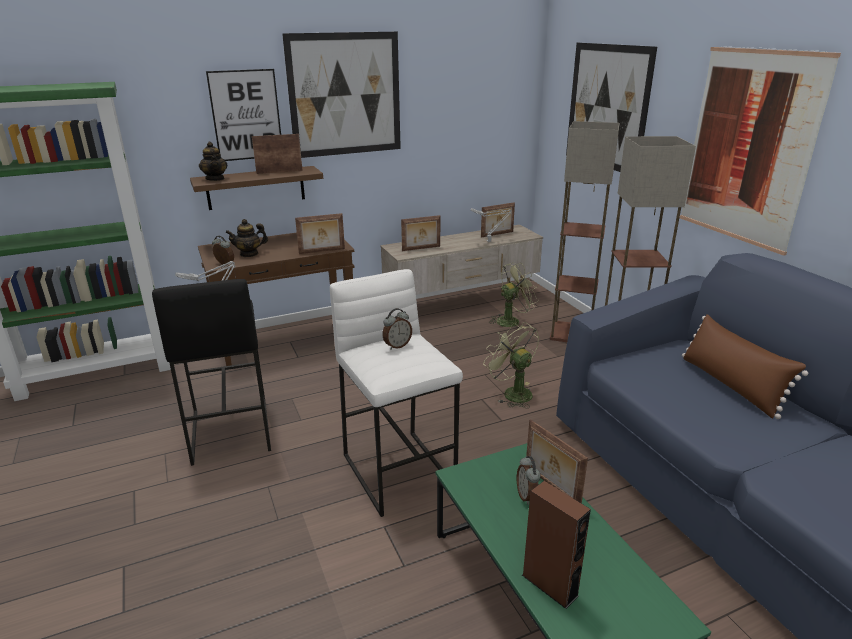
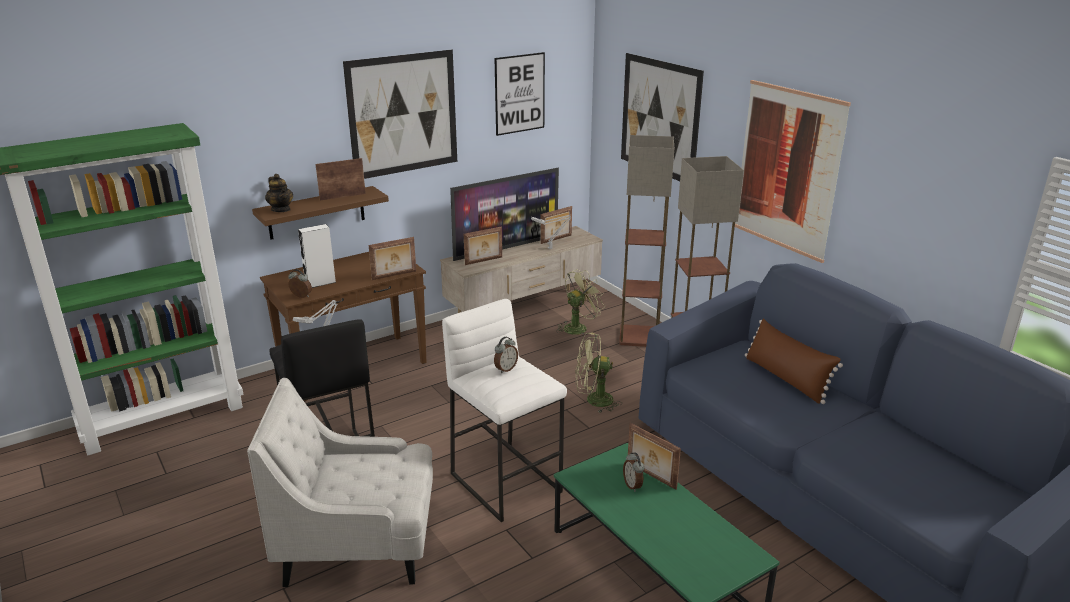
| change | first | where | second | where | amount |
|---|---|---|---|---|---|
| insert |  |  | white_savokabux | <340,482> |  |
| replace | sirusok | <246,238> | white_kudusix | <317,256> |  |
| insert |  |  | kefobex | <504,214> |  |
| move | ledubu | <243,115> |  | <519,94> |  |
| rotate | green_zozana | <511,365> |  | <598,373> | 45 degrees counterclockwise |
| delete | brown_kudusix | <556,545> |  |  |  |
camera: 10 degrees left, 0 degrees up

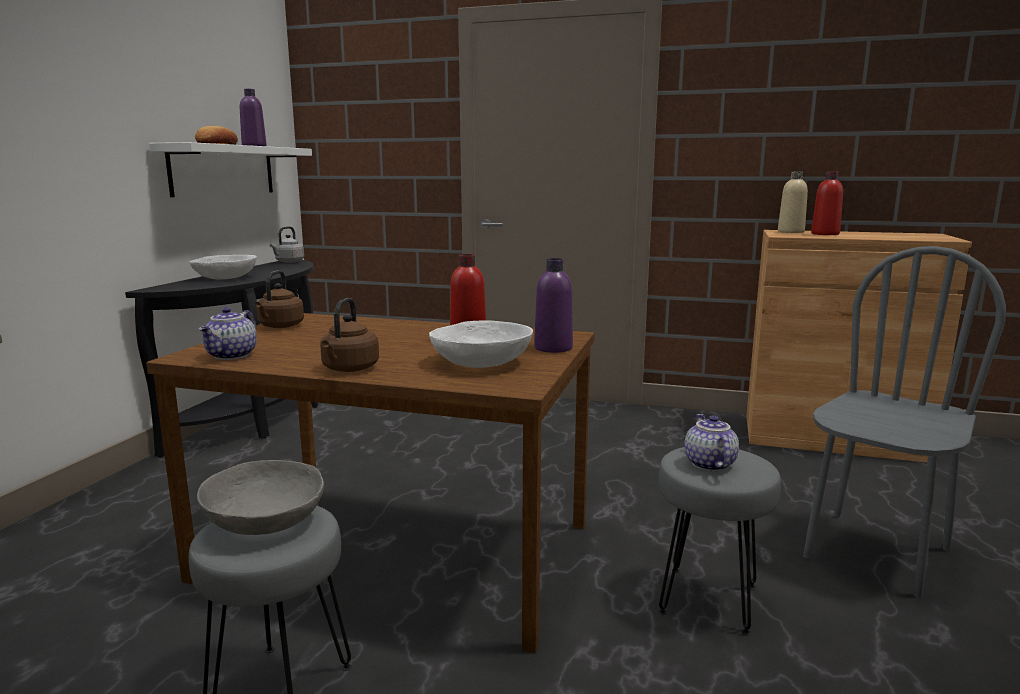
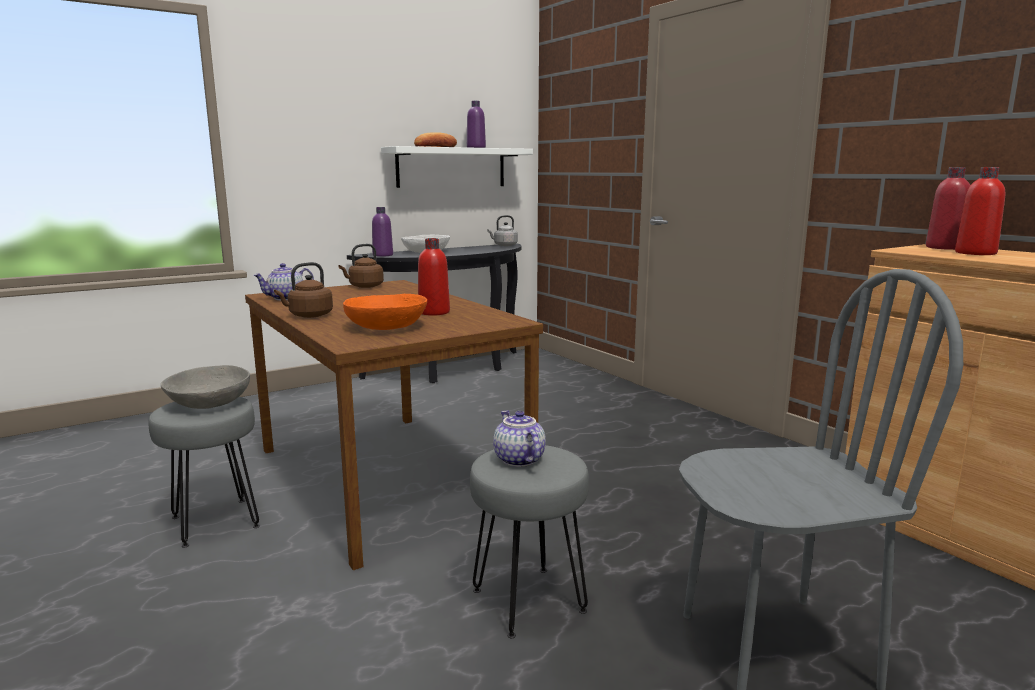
| change | first | where | second | where | amount |
|---|---|---|---|---|---|
| recolor | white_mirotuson | <481,344> | orange_mirotuson | <385,312> |  |
| move | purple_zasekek | <553,305> |  | <382,232> |  |
| rotate | sirusok | <711,442> |  | <519,438> | 60 degrees counterclockwise |
| recolor | beige_zasekek | <793,202> | red_zasekek | <948,208> |  |
camera: 40 degrees right, 0 degrees up

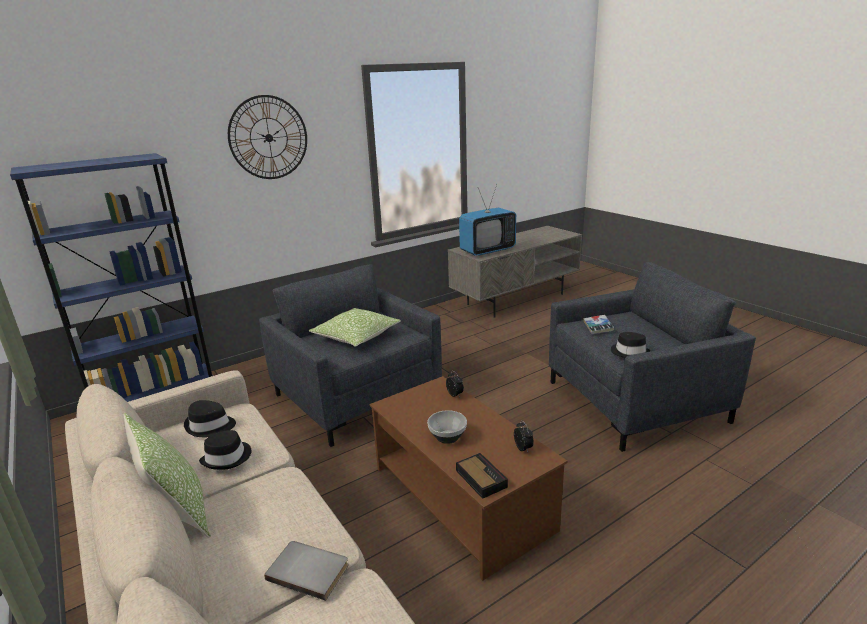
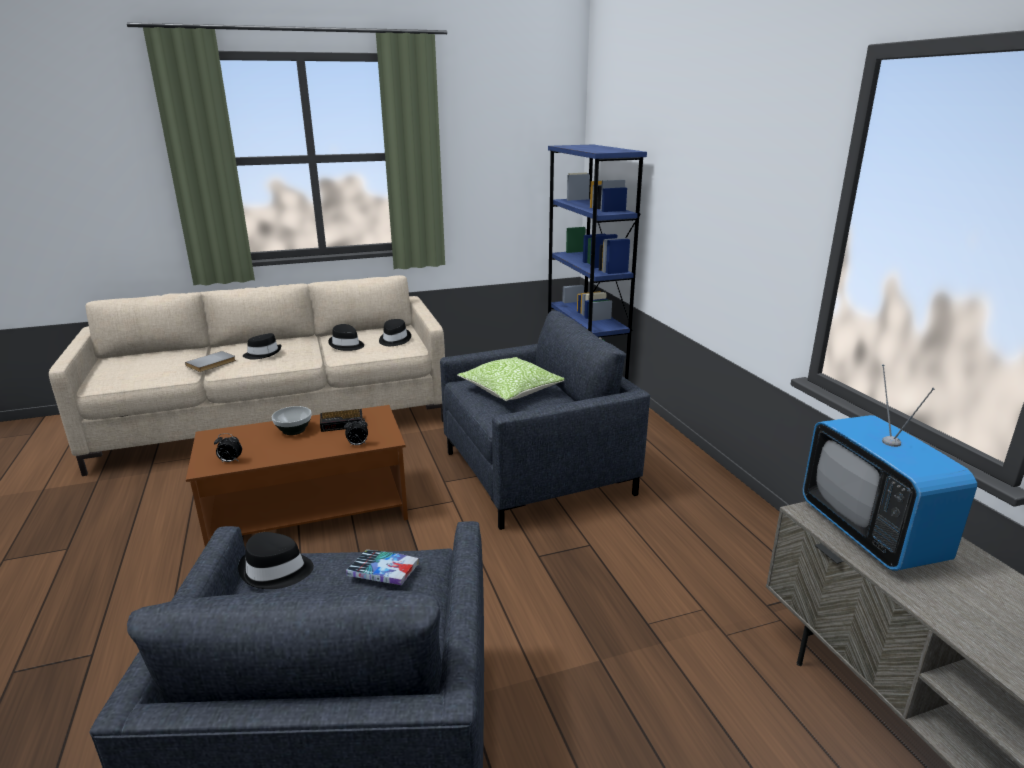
| change | first | where | second | where | amount |
|---|---|---|---|---|---|
| insert |  |  | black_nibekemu | <262,346> |  |
| move | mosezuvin | <482,476> |  | <342,420> |  |
| delete | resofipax | <167,475> |  |  |  |
| delete | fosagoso | <267,137> |  |  |  |
camera: 105 degrees right, 0 degrees up

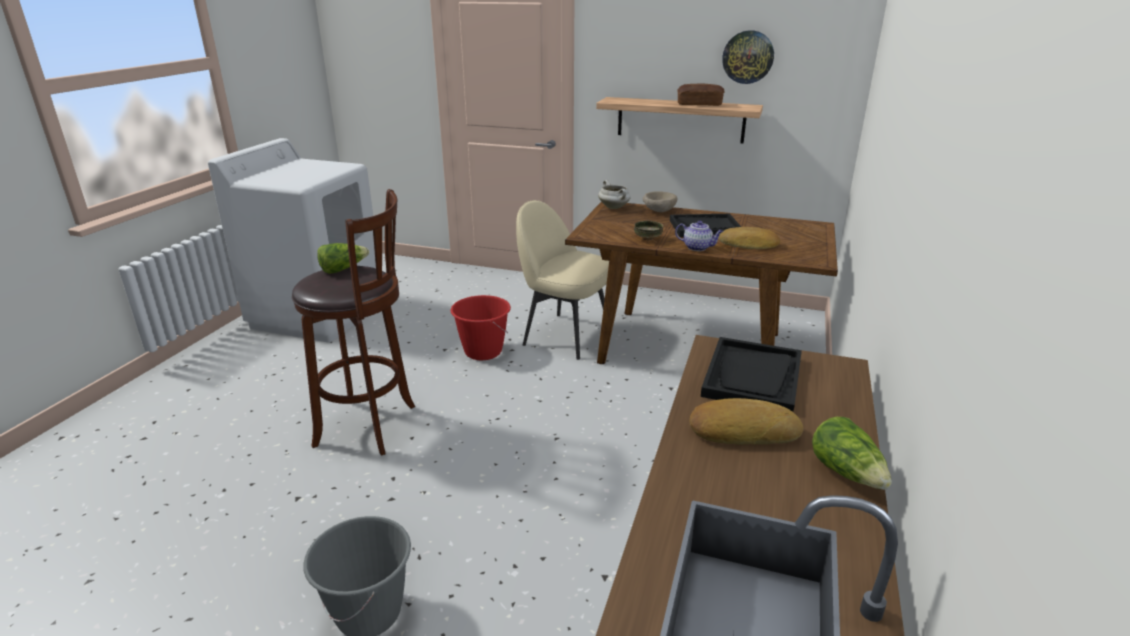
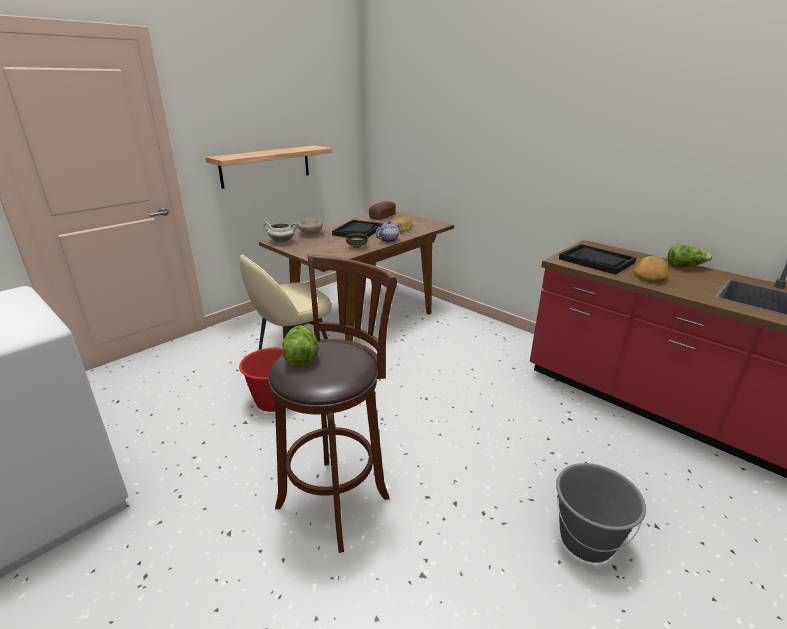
| change | first | where | second | where | amount |
|---|---|---|---|---|---|
| move | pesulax | <701,94> |  | <382,210> |  |
| delete | fosagoso | <748,57> |  |  |  |
camera: 65 degrees left, 0 degrees up

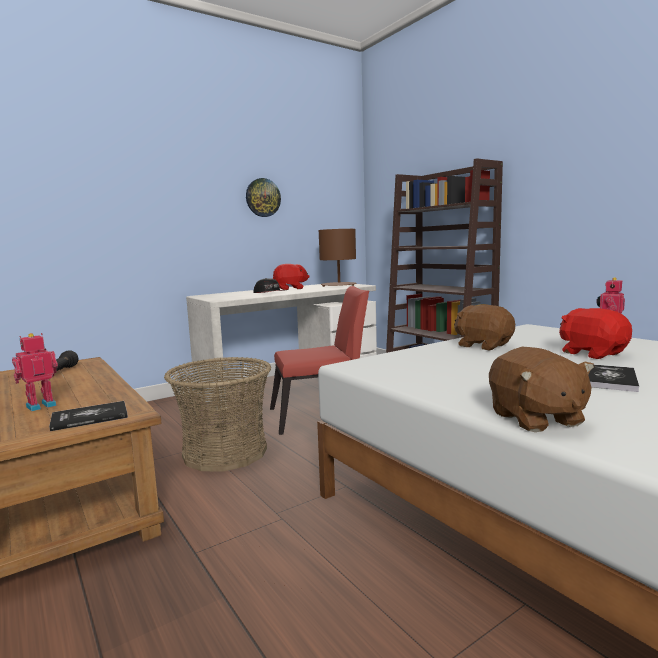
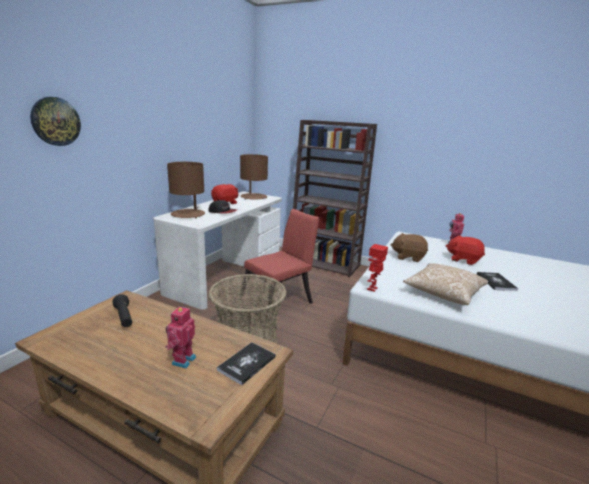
| change | first | where | second | where | amount |
|---|---|---|---|---|---|
| move | fosagoso | <263,197> |  | <55,121> |  |
| insert |  |  | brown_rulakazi | <186,190> |  |
| insert |  |  | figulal | <377,268> |  |
| insert |  |  | resofipax | <445,284> |  |
| delete | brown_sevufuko | <542,389> |  |  |  |
camera: 30 degrees left, 10 degrees up

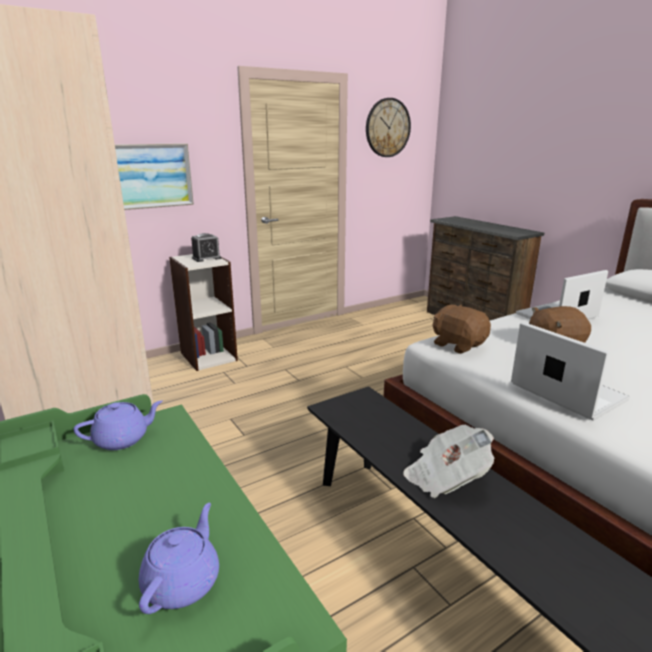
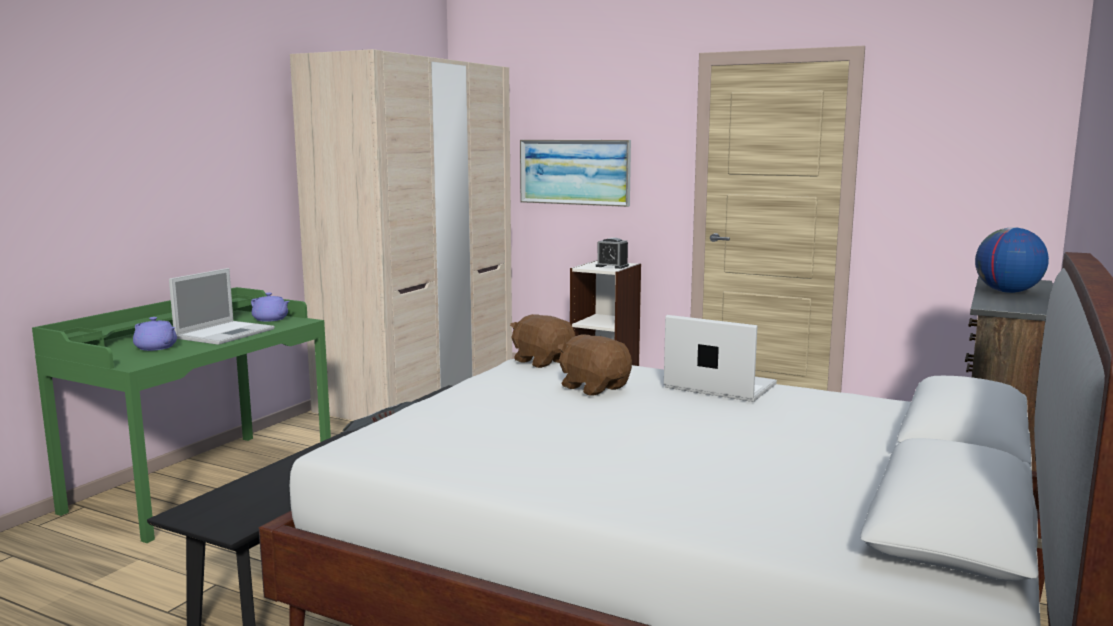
| change | first | where | second | where | amount |
|---|---|---|---|---|---|
| rotate | purple_sirusok | <179,558> |  | <155,334> | 45 degrees clockwise |
| move | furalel | <570,371> |  | <221,306> |  |
| rotate | brown_sevufuko | <462,329> |  | <542,341> | 60 degrees counterclockwise |
| insert |  |  | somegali | <1012,260> |  |
| delete | fosagoso | <388,127> |  |  |  |
camera: 60 degrees right, 10 degrees down

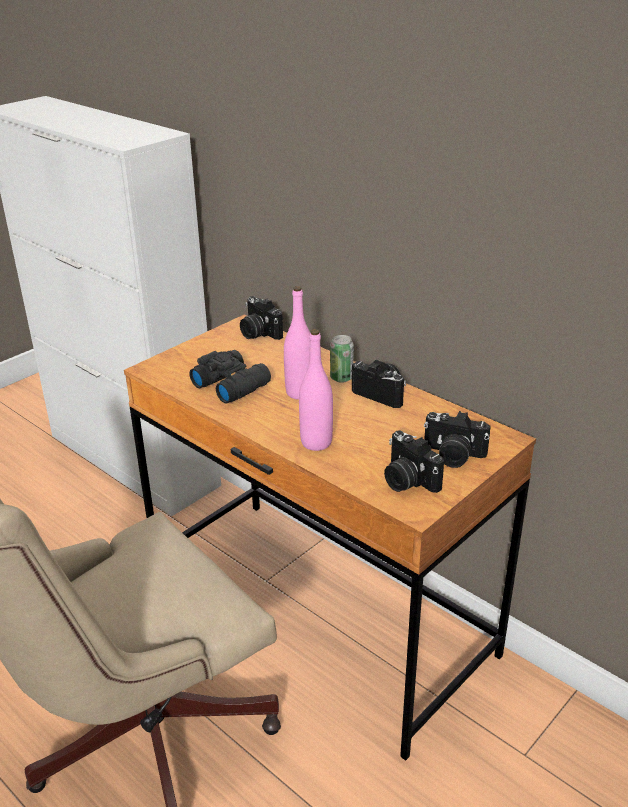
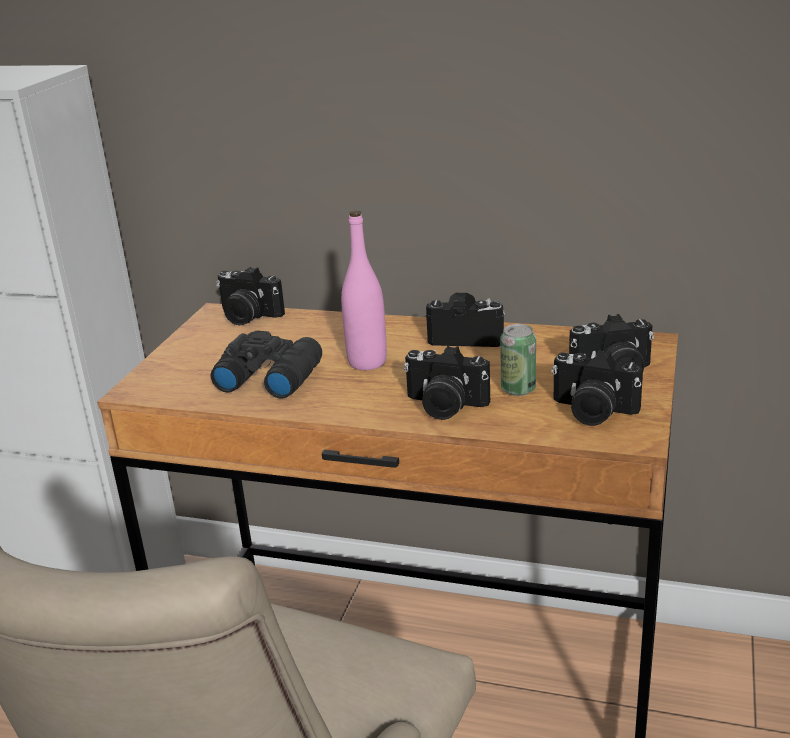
| change | first | where | second | where | amount |
|---|---|---|---|---|---|
| replace | pink_zasekek | <316,390> | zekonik | <446,382> |  |
| move | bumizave | <342,359> |  | <518,360> |  |
camera: 25 degrees left, 5 degrees down

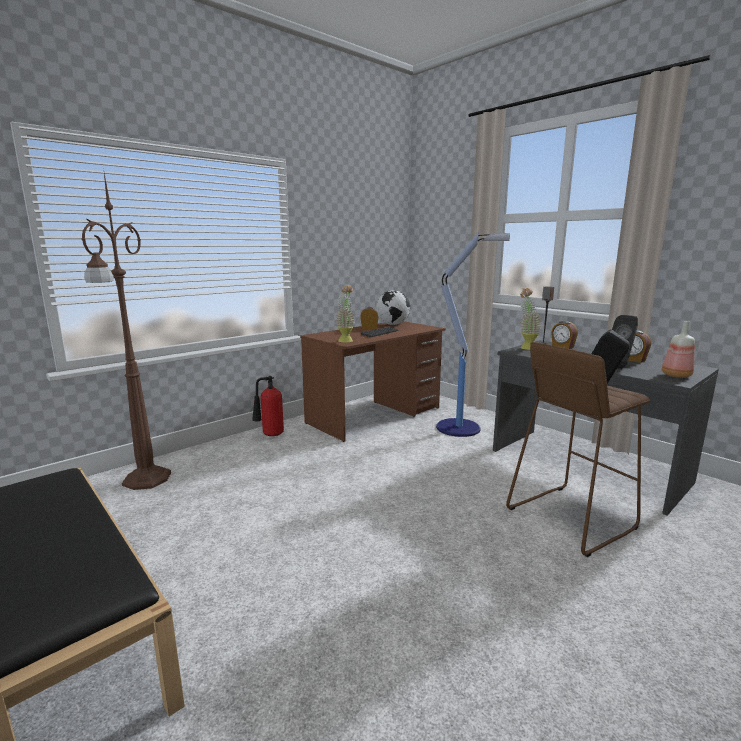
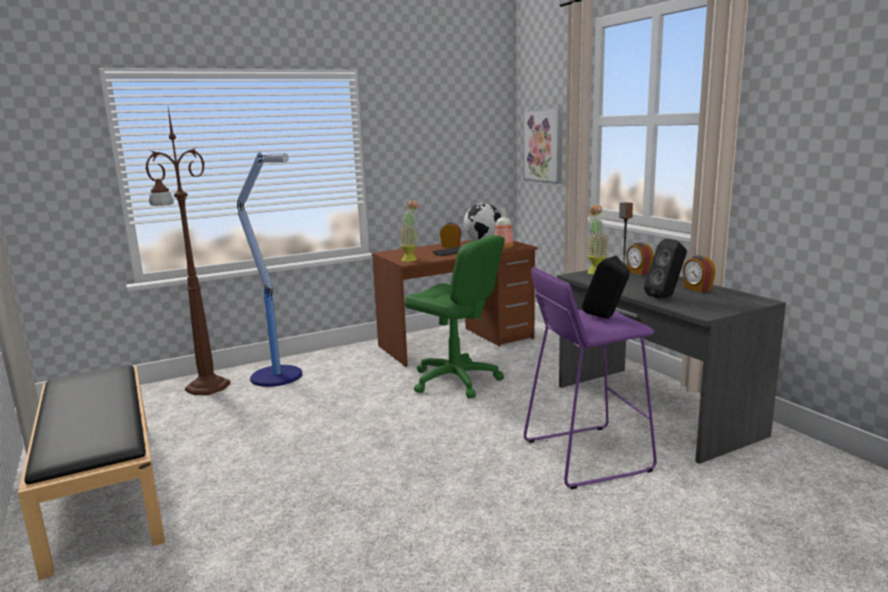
| change | first | where | second | where | amount |
|---|---|---|---|---|---|
| move | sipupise | <473,335> |  | <269,269> |  |
| insert |  |  | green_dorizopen | <454,316> |  |
| move | zasekek | <678,349> |  | <504,228> |  |
| insert |  |  | ledubu | <543,146> |  |
| recolor | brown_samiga | <578,449> | purple_samiga | <590,378> |  |
| delete | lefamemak | <268,406> |  |  |  |
camera: 15 degrees right, 0 degrees up

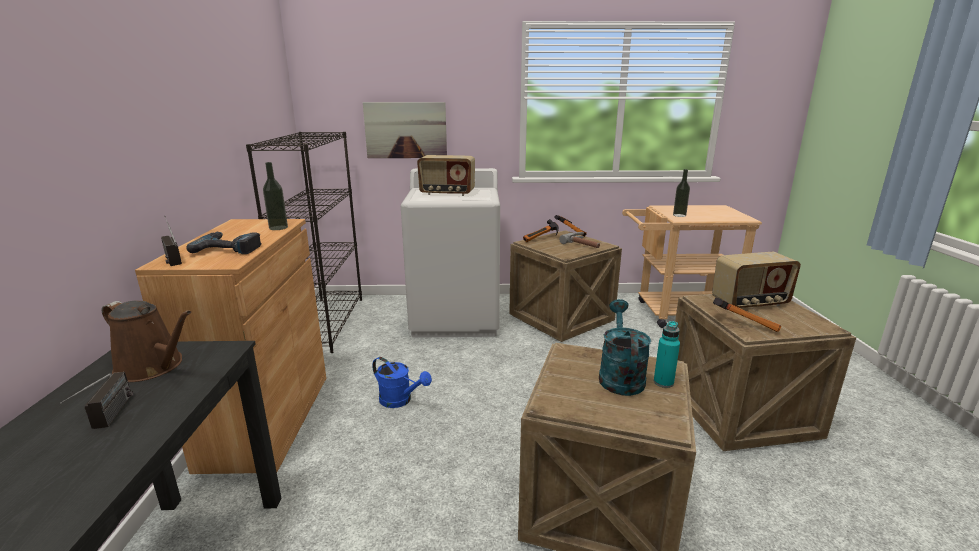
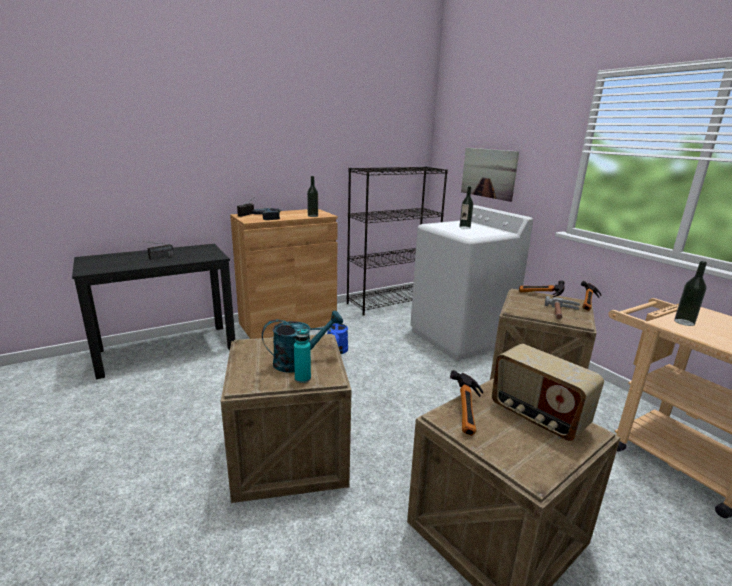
| change | first | where | second | where | amount |
|---|---|---|---|---|---|
| replace | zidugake | <446,175> | zasekek | <466,207> |  |
| delete | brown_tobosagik | <146,341> |  |  |  |
camera: 60 degrees right, 0 degrees up

